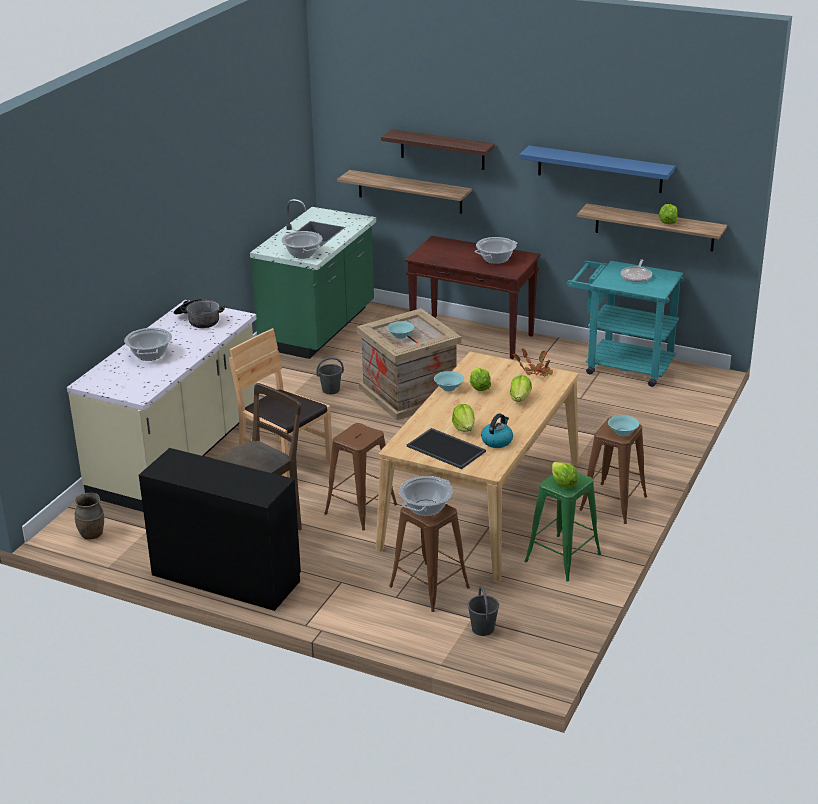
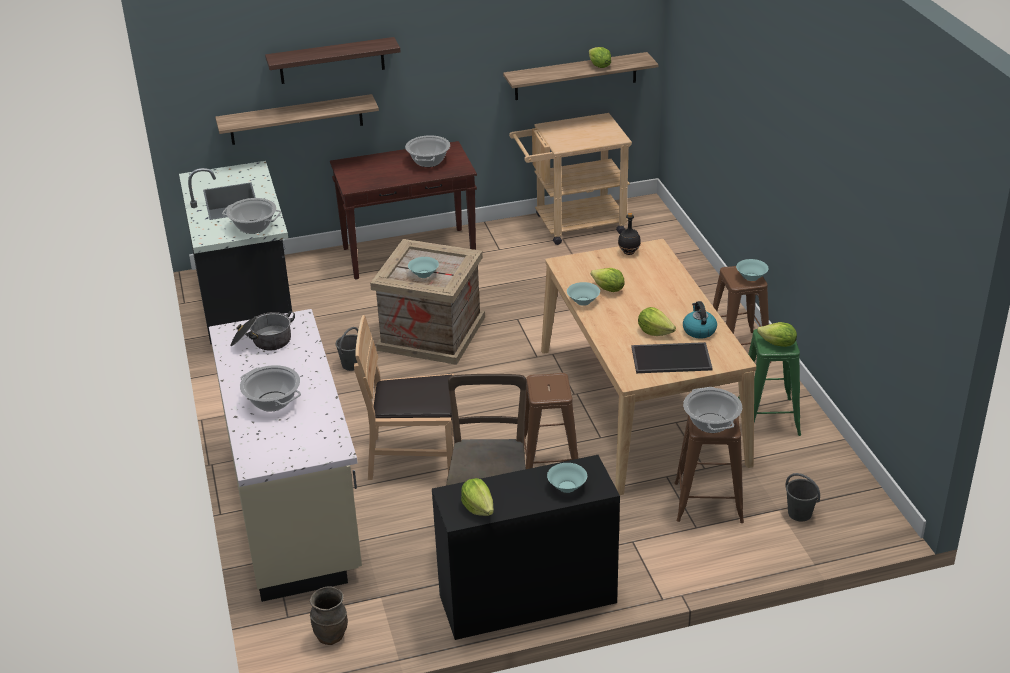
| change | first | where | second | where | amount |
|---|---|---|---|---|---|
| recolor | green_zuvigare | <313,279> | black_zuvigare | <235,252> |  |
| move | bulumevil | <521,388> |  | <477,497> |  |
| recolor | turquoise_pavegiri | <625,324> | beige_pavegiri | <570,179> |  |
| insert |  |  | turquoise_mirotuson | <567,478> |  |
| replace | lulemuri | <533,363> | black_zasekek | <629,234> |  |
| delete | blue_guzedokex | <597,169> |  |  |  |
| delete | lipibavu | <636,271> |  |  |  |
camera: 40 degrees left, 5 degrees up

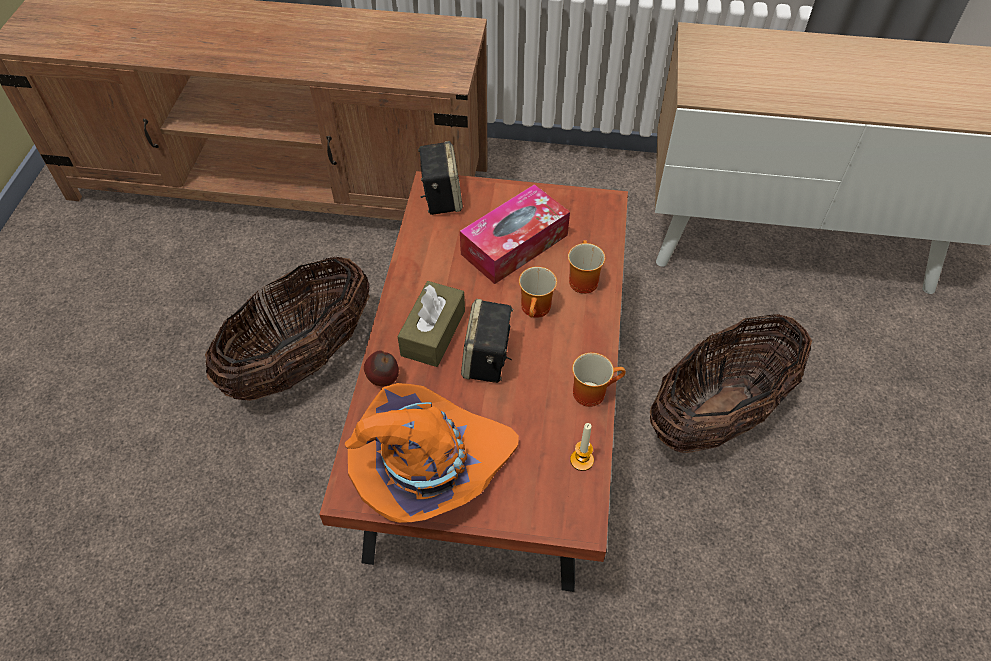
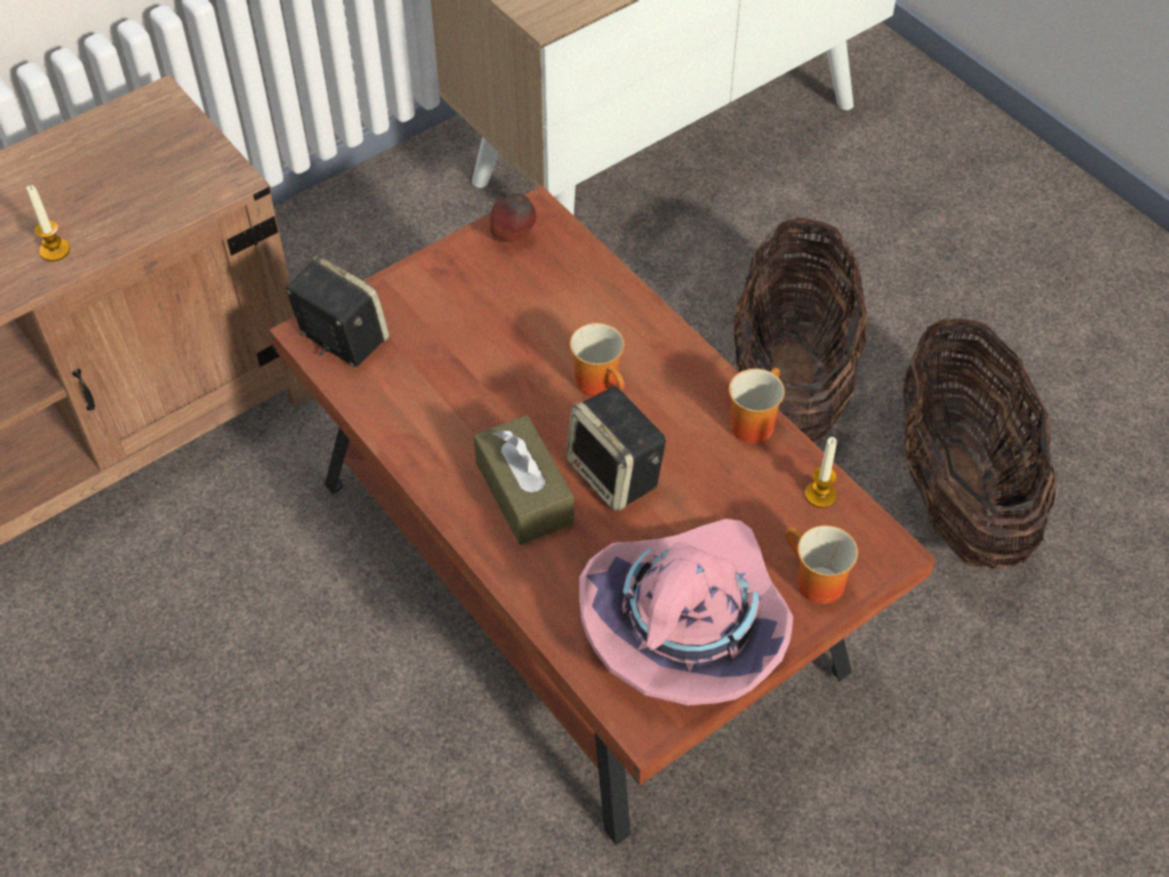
| change | first | where | second | where | amount |
|---|---|---|---|---|---|
| insert |  |  | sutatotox | <48,223> |  |
| move | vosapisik | <381,368> |  | <513,218> |  |
| recolor | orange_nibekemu | <432,453> | pink_nibekemu | <686,612> |  |
| move | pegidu | <586,267> |  | <822,564> |  |
| move | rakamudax | <287,329> |  | <980,443> |  |
| delete | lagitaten | <515,234> |  |  |  |
camera: 45 degrees left, 0 degrees up

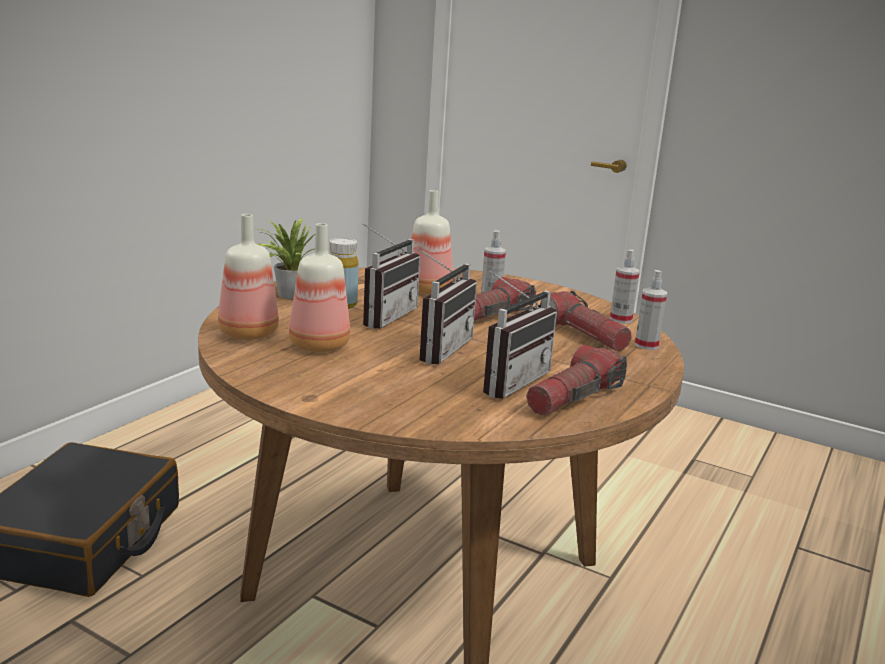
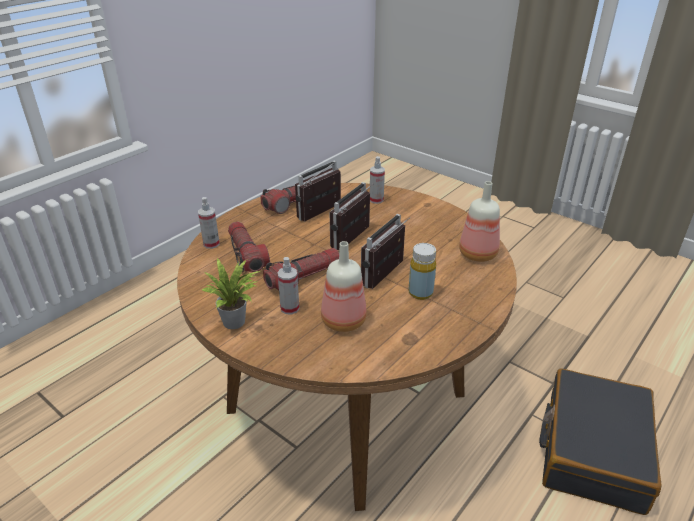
| change | first | where | second | where | amount |
|---|---|---|---|---|---|
| move | lulemuri | <284,258> |  | <231,293> |  |
| move | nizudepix | <625,286> |  | <377,180> |  |
| delete | zasekek | <319,287> |  |  |  |
camera: 170 degrees left, 15 degrees up

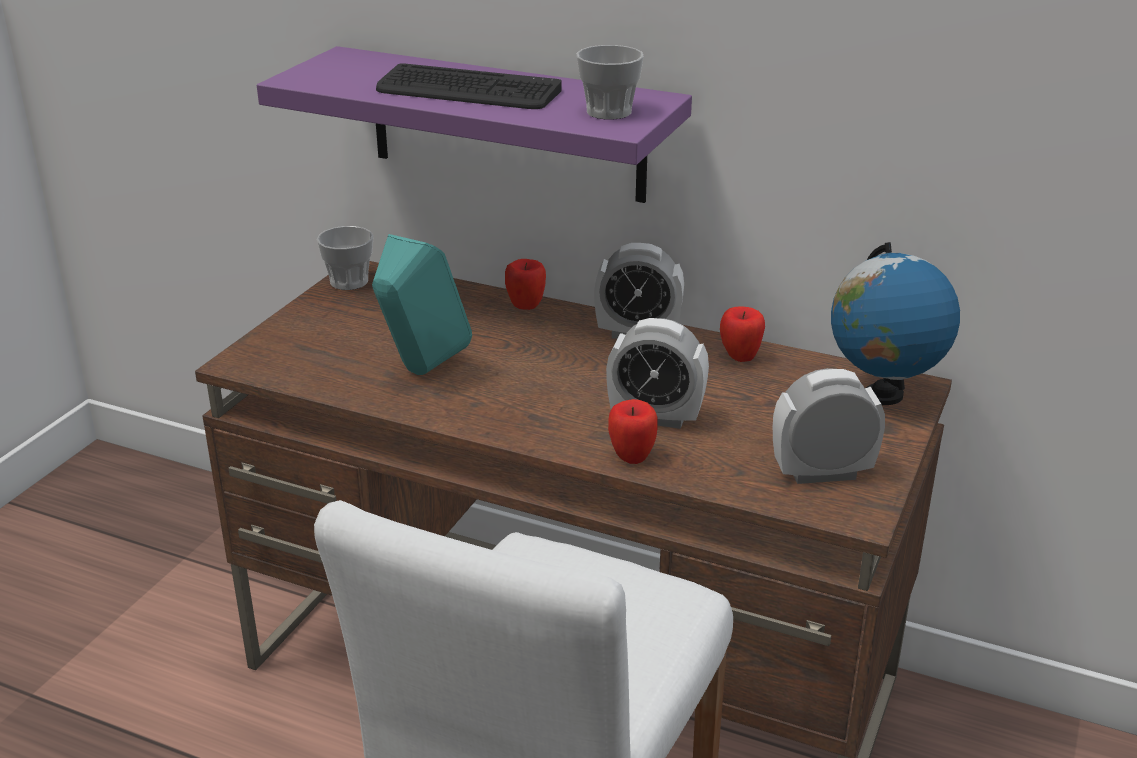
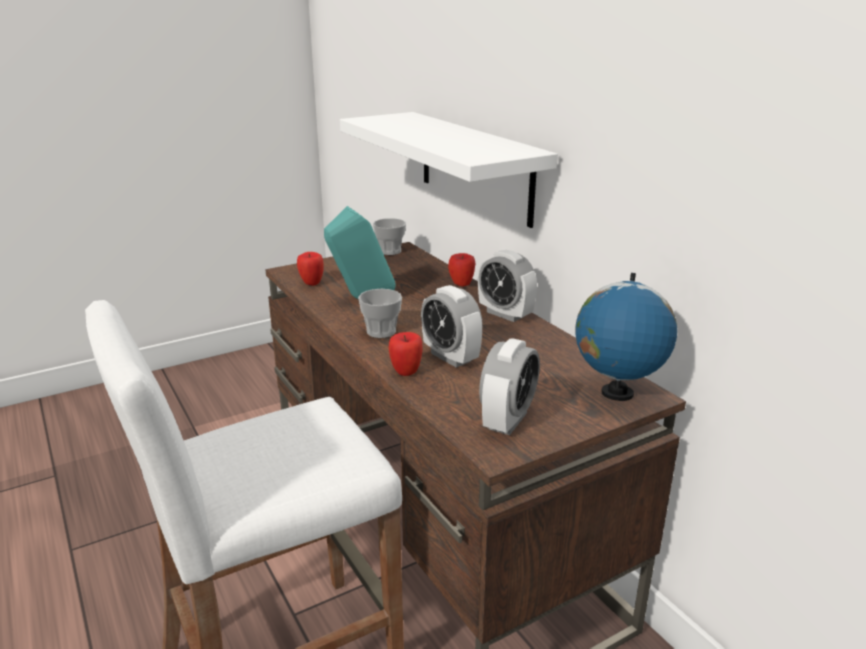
| change | first | where | second | where | amount |
|---|---|---|---|---|---|
| move | vosapisik | <742,334> |  | <310,269> |  |
| recolor | purple_guzedokex | <474,124> | white_guzedokex | <449,170> |  |
| move | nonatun | <610,82> |  | <380,313> |  |
| rotate | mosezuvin | <829,426> |  | <509,386> | 90 degrees clockwise |
| delete | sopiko | <469,86> |  |  |  |
camera: 35 degrees right, 5 degrees down

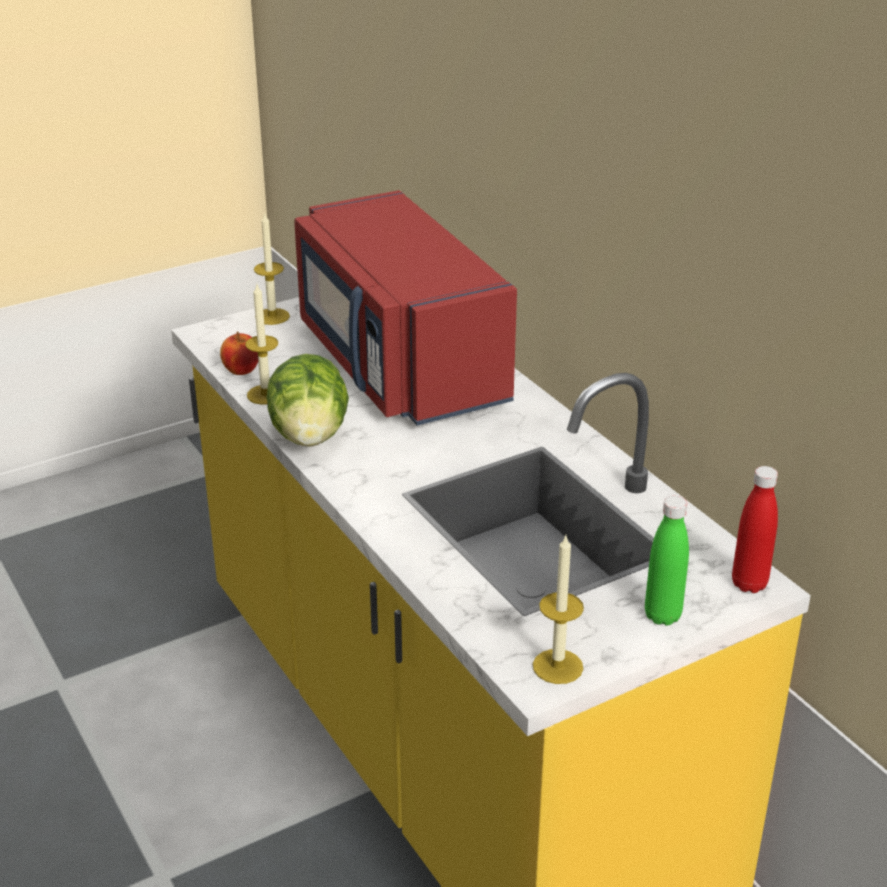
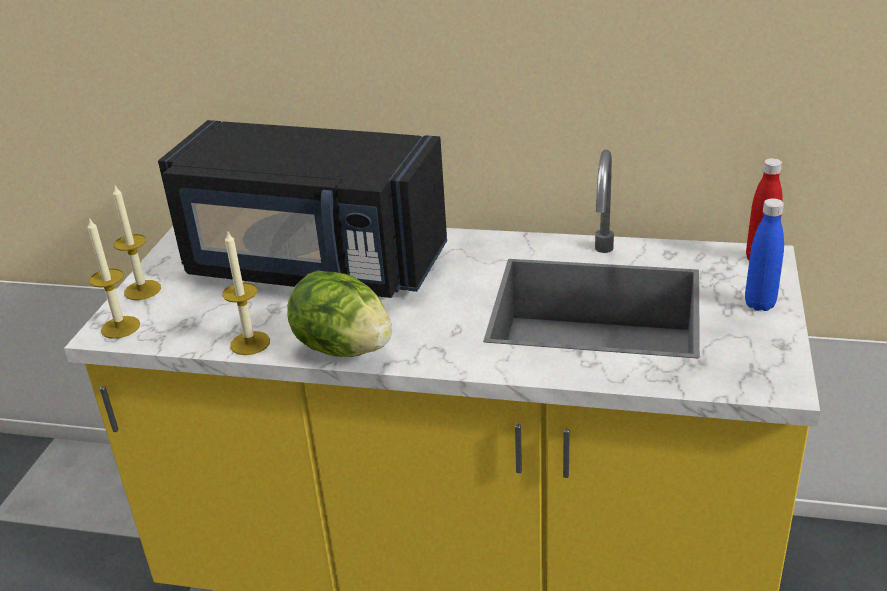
| change | first | where | second | where | amount |
|---|---|---|---|---|---|
| move | sutatotox | <558,610> |  | <114,278> |  |
| recolor | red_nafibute | <405,307> | black_nafibute | <302,209> |  |
| recolor | green_zasekek | <667,561> | blue_zasekek | <764,254> |  |
| delete | vosapisik | <239,353> |  |  |  |
camera: 45 degrees left, 0 degrees up

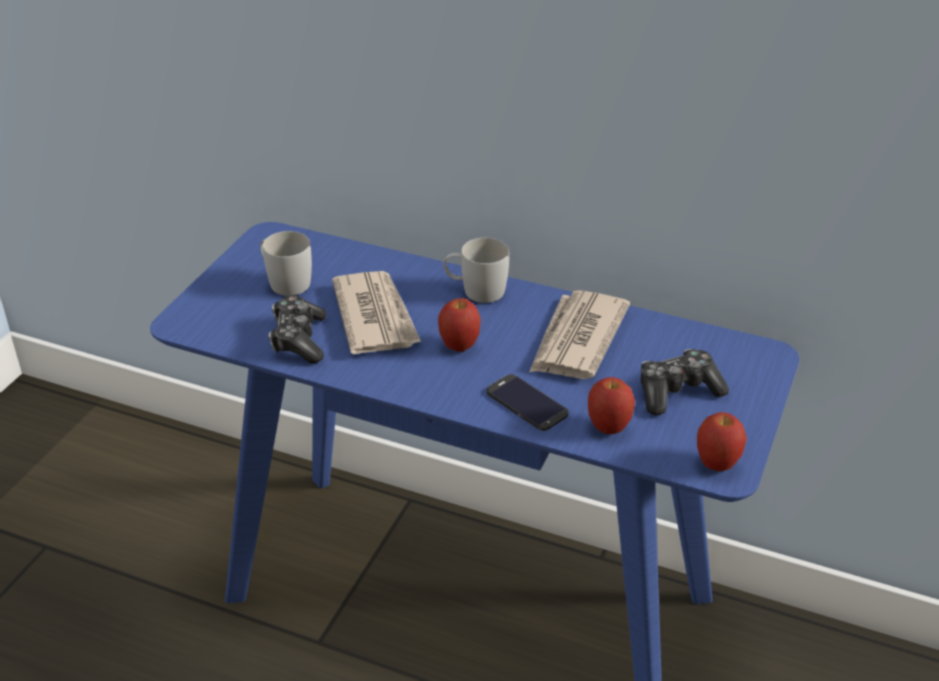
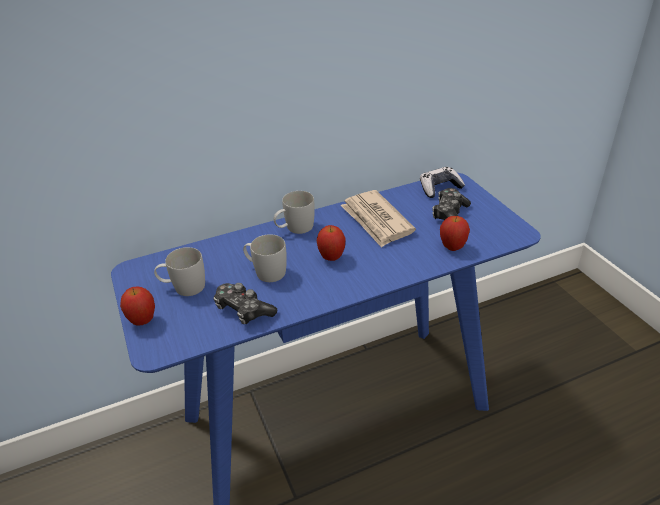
| change | first | where | second | where | amount |
|---|---|---|---|---|---|
| move | vosapisik | <722,441> |  | <137,306> |  |
| replace | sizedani | <376,312> | white_pegidu | <265,258> |  |
| insert |  |  | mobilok | <442,182> |  |
| delete | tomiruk | <527,402> |  |  |  |
camera: 45 degrees left, 0 degrees up

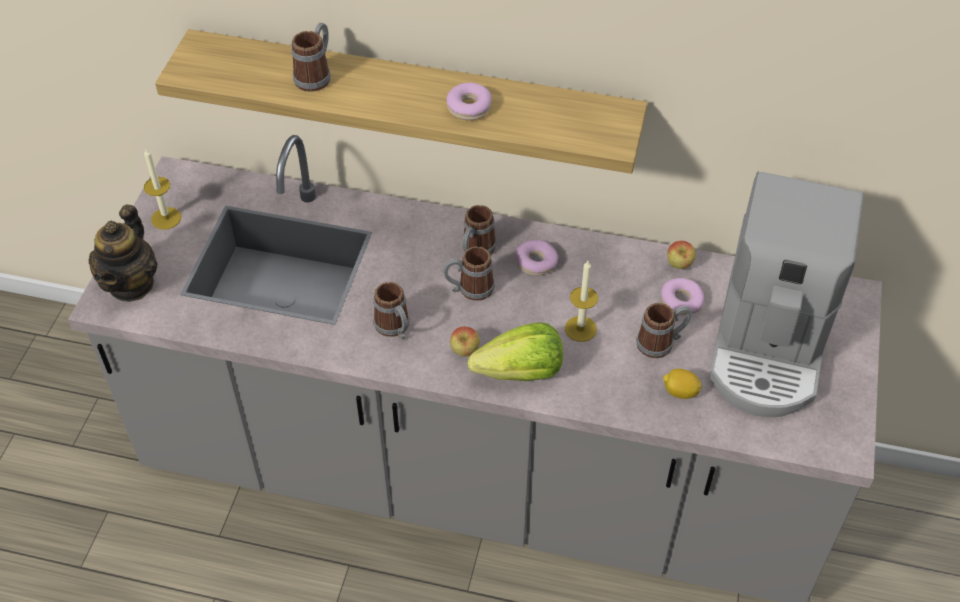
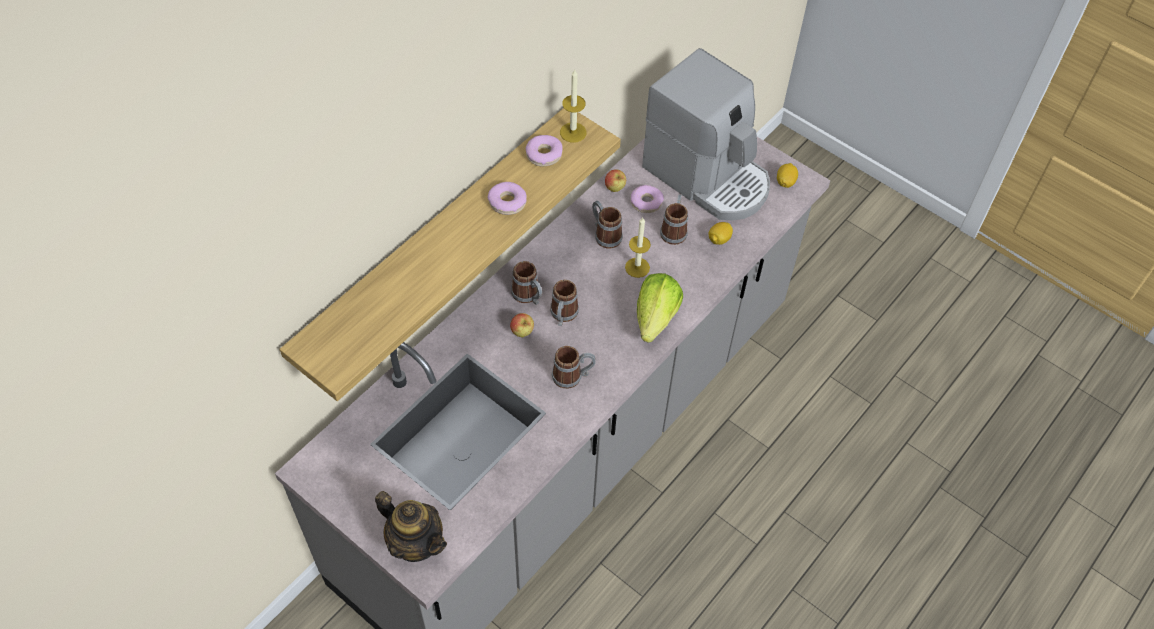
| change | first | where | second | where | amount |
|---|---|---|---|---|---|
| move | vosapisik | <465,341> |  | <522,325> |  |
| move | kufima | <537,258> |  | <544,150> |  |
| move | sutatotox | <162,189> |  | <573,106> |  |
| move | pegidu | <311,57> |  | <607,225> |  |
| insert |  |  | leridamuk | <787,175> |  |
camera: 65 degrees left, 5 degrees up

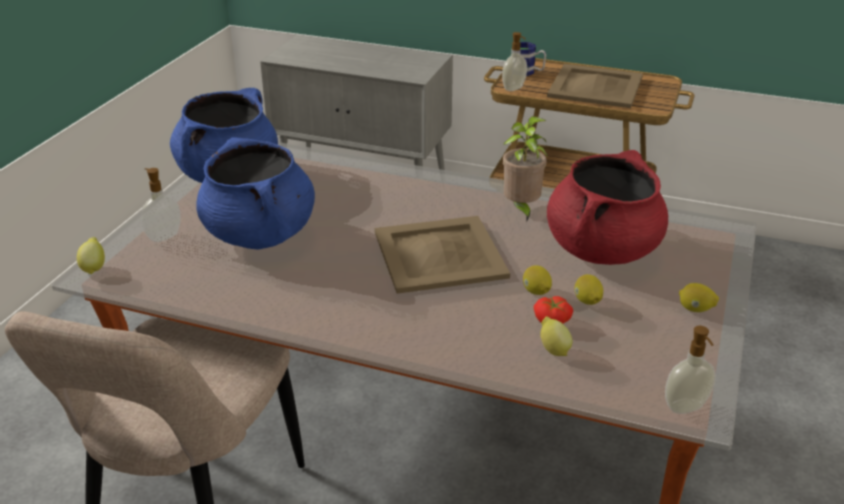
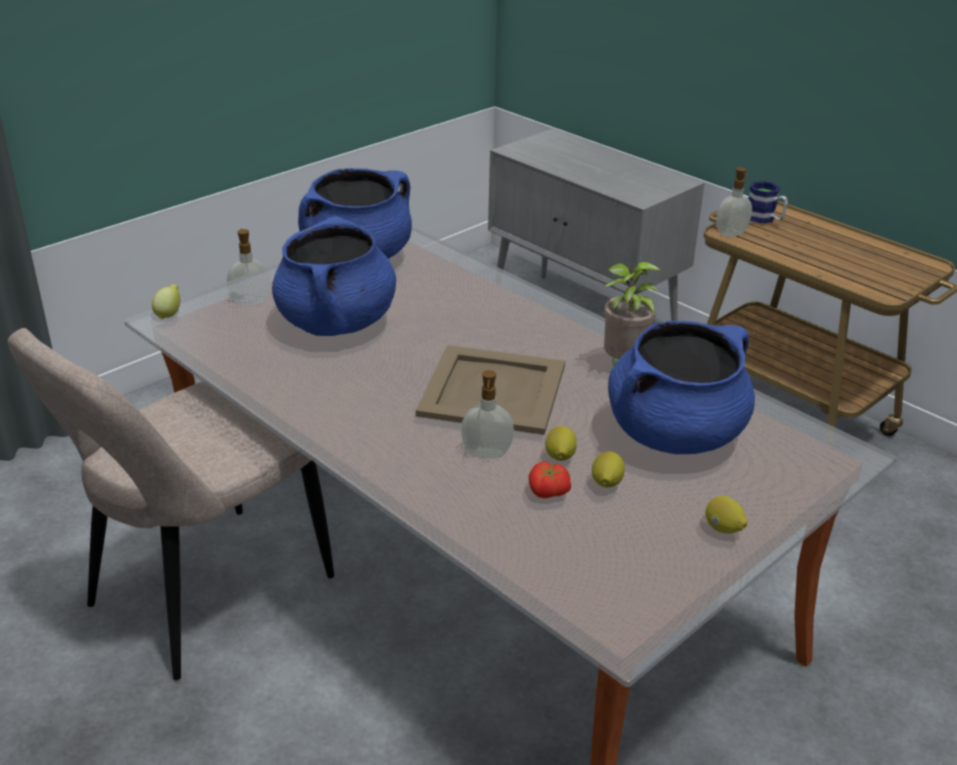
| change | first | where | second | where | amount |
|---|---|---|---|---|---|
| move | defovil | <690,370> |  | <487,414> |  |
| recolor | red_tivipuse | <607,207> | blue_tivipuse | <681,387> |  |
| delete | leridamuk | <556,336> |  |  |  |
| delete | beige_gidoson | <595,86> |  |  |  |
camera: 25 degrees right, 0 degrees up

